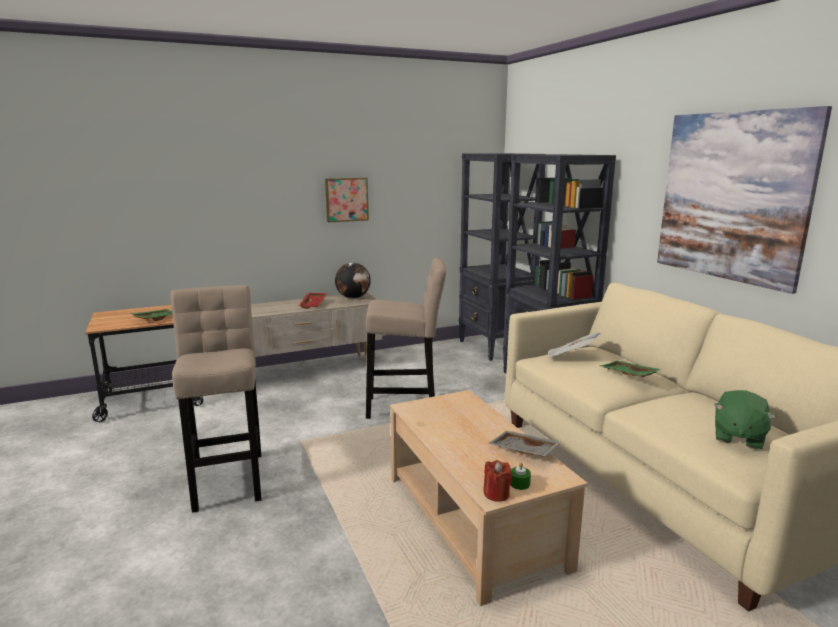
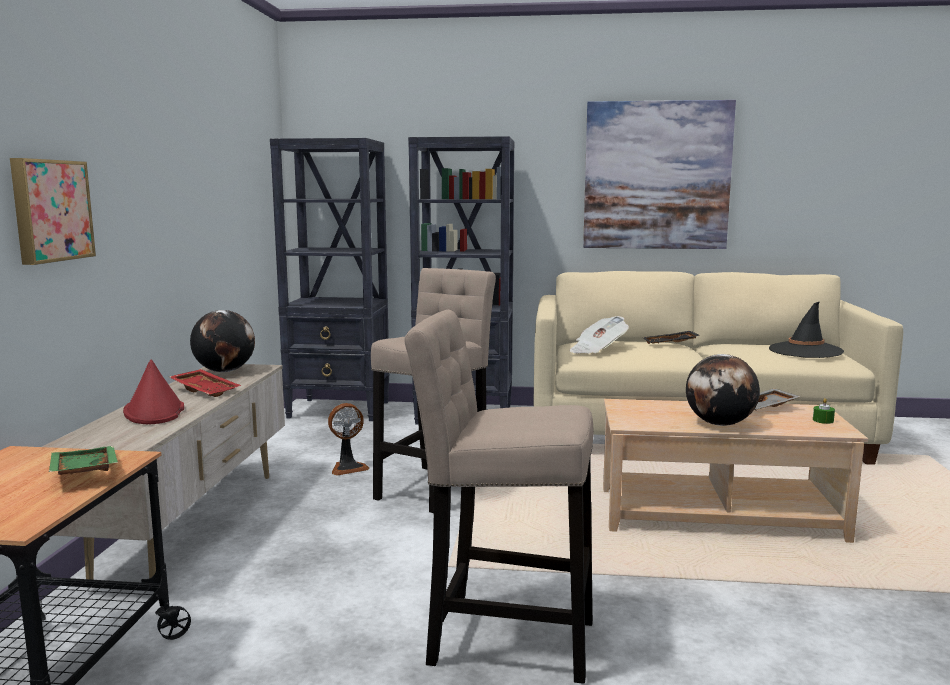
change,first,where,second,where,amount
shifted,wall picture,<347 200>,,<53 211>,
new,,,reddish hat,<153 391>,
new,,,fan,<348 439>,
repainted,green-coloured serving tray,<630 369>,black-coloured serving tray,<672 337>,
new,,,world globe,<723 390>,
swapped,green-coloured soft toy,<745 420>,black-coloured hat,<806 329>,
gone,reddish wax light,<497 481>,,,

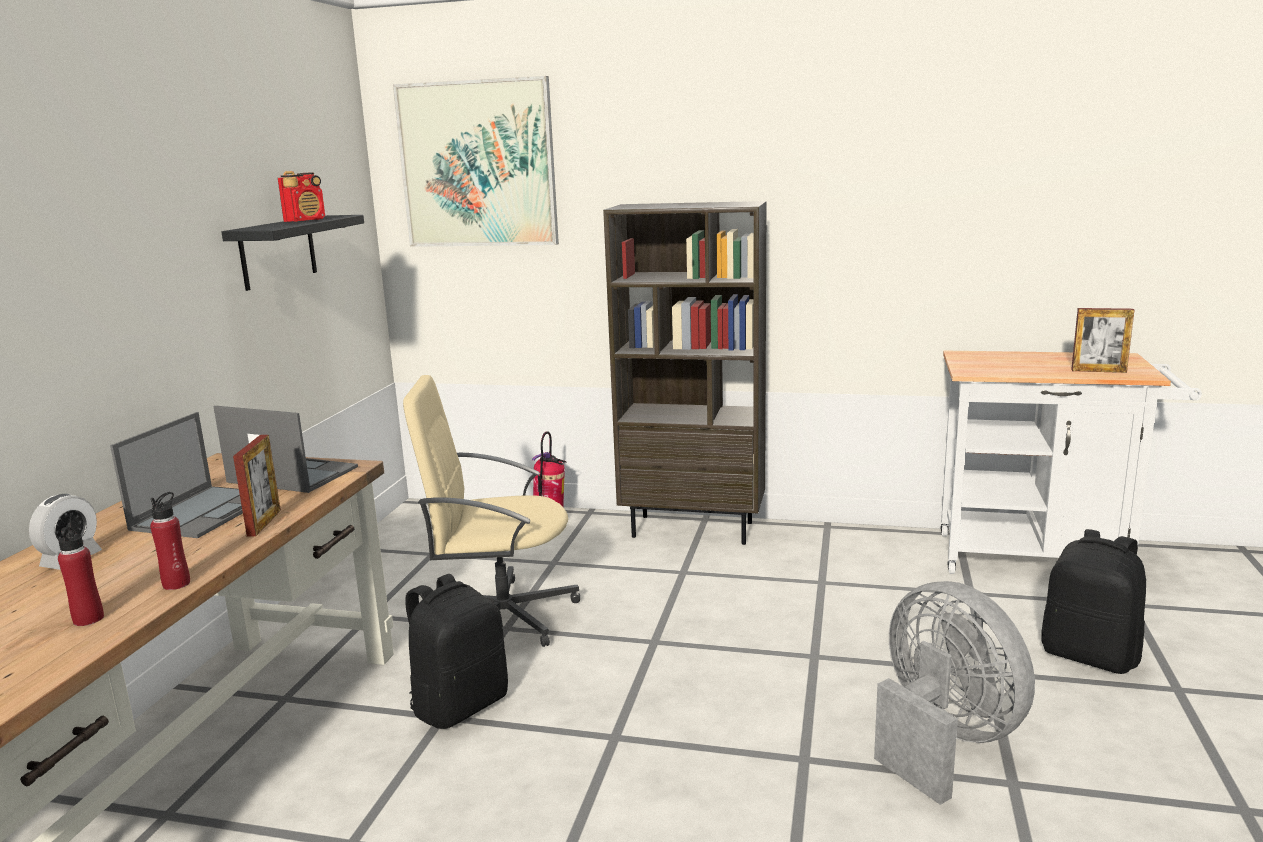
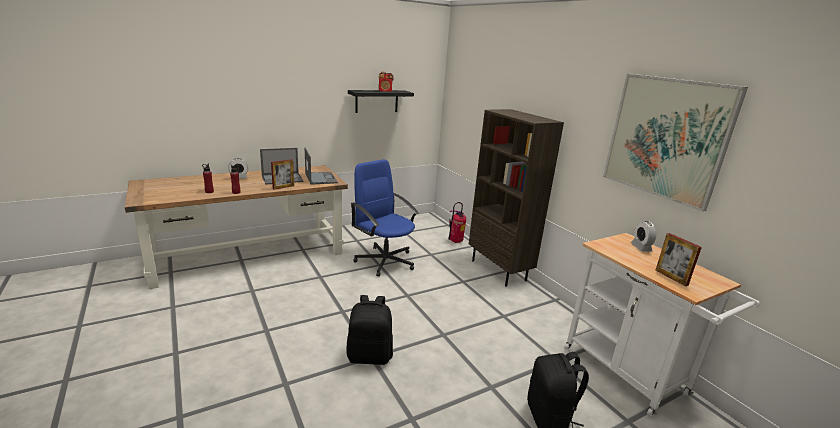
change,first,where,second,where,amount
shifted,black-coloured knapsack,<456 651>,,<369 330>,
repainted,beige-coloured computer chair,<491 511>,blue-coloured computer chair,<384 218>,
shifted,wall picture,<476 161>,,<675 143>,
new,,,table clock,<643 236>,
gone,gray fan,<954 693>,,,

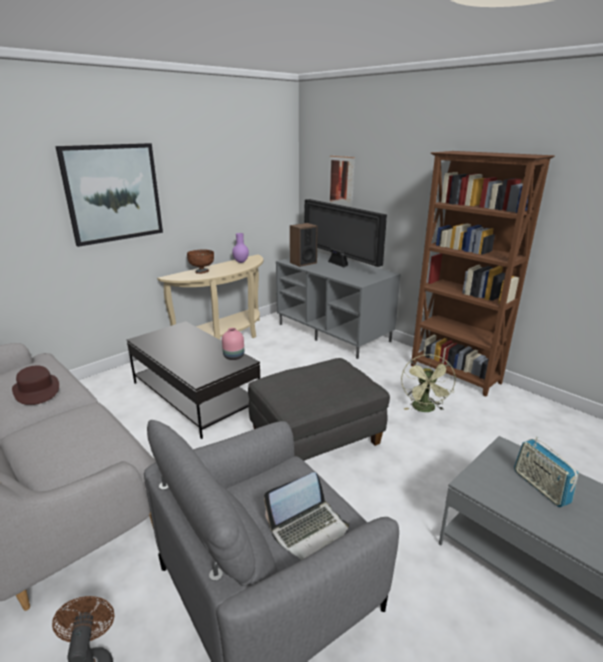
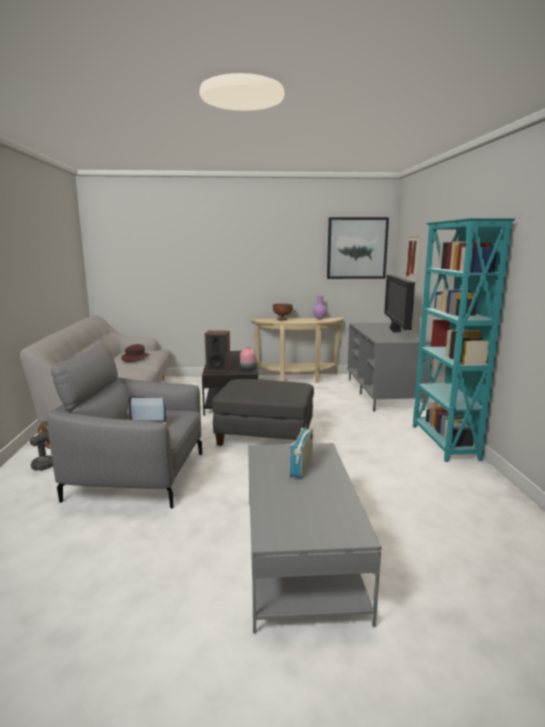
change,first,where,second,where,amount
shifted,speaker,<304 245>,,<217 351>,
shifted,wall picture,<109 195>,,<358 248>,
repainted,brownish bookcase,<483 274>,turquoise-coloured bookcase,<464 340>,
gone,green-coloured fan,<428 383>,,,

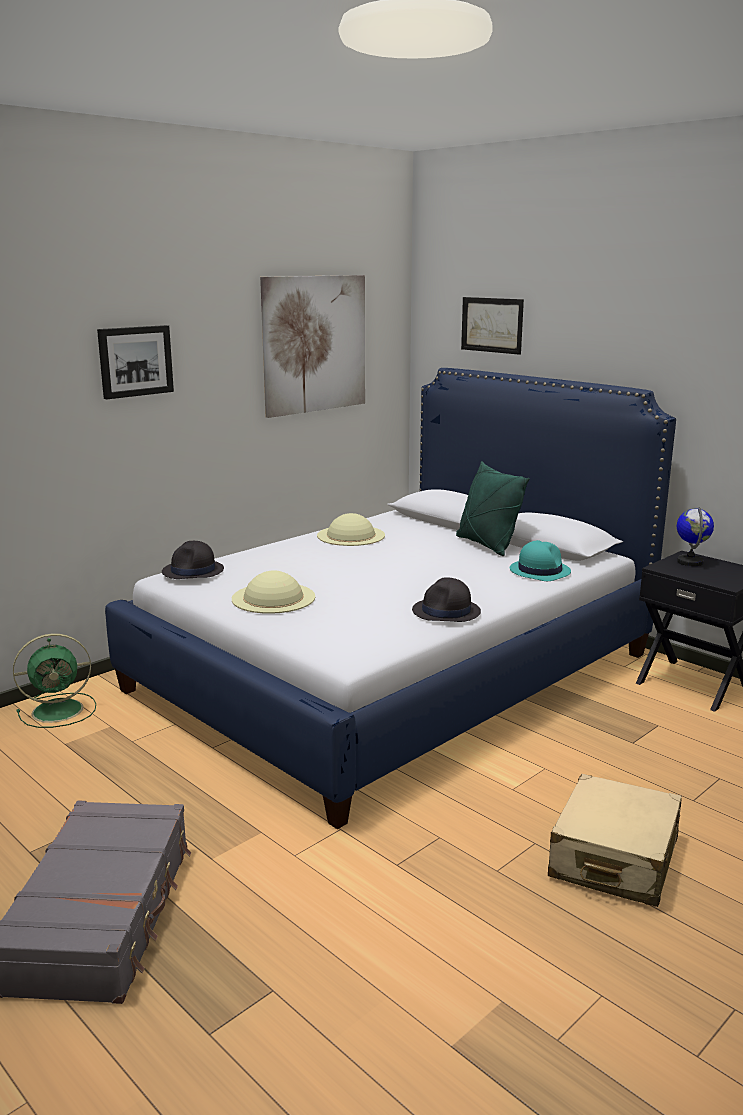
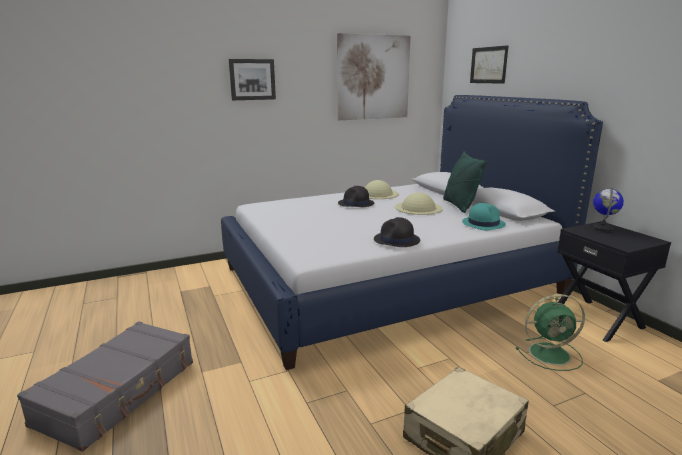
change,first,where,second,where,amount
shifted,black-coloured hat,<193 560>,,<356 196>,
shifted,beige-coloured hat,<273 592>,,<419 203>,
shifted,green-coloured fan,<54 680>,,<550 332>,

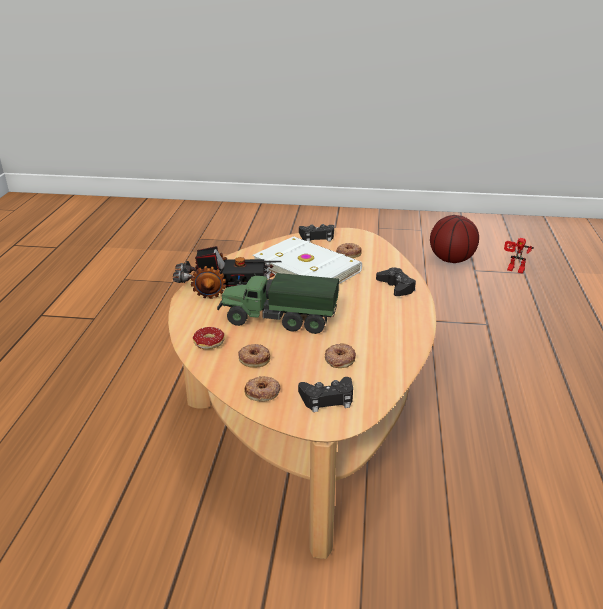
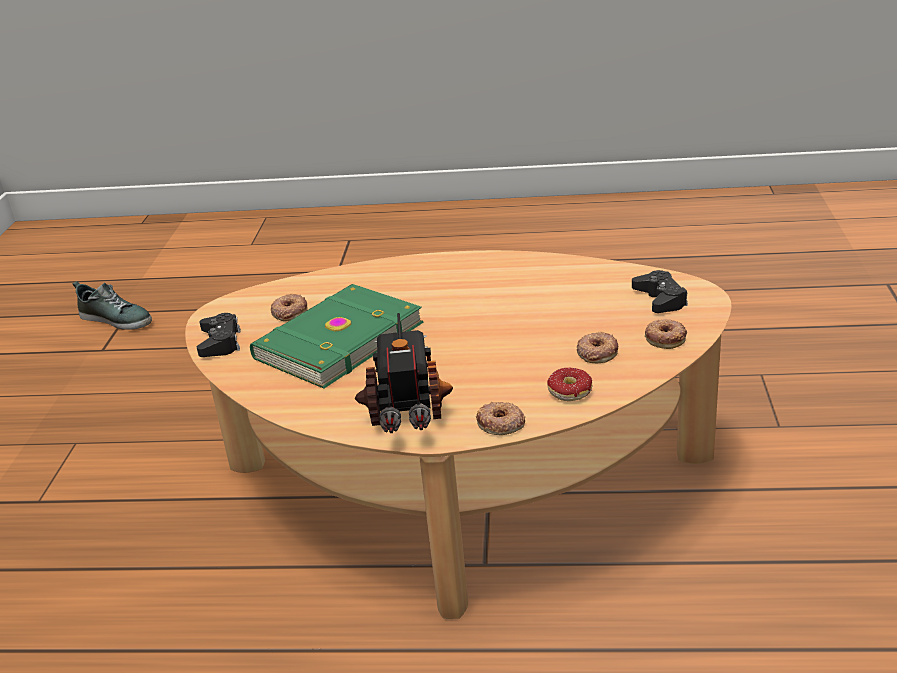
change,first,where,second,where,amount
swapped,toy robot,<519 256>,item of footwear,<112 305>,
repainted,white book,<307 260>,green-coloured book,<337 336>,
shifted,ring doughnut,<340 355>,,<500 418>,
gone,toy lorry,<278 303>,,,
gone,black-coloured gamepad,<396 282>,,,
gone,ball for basketball,<454 239>,,,

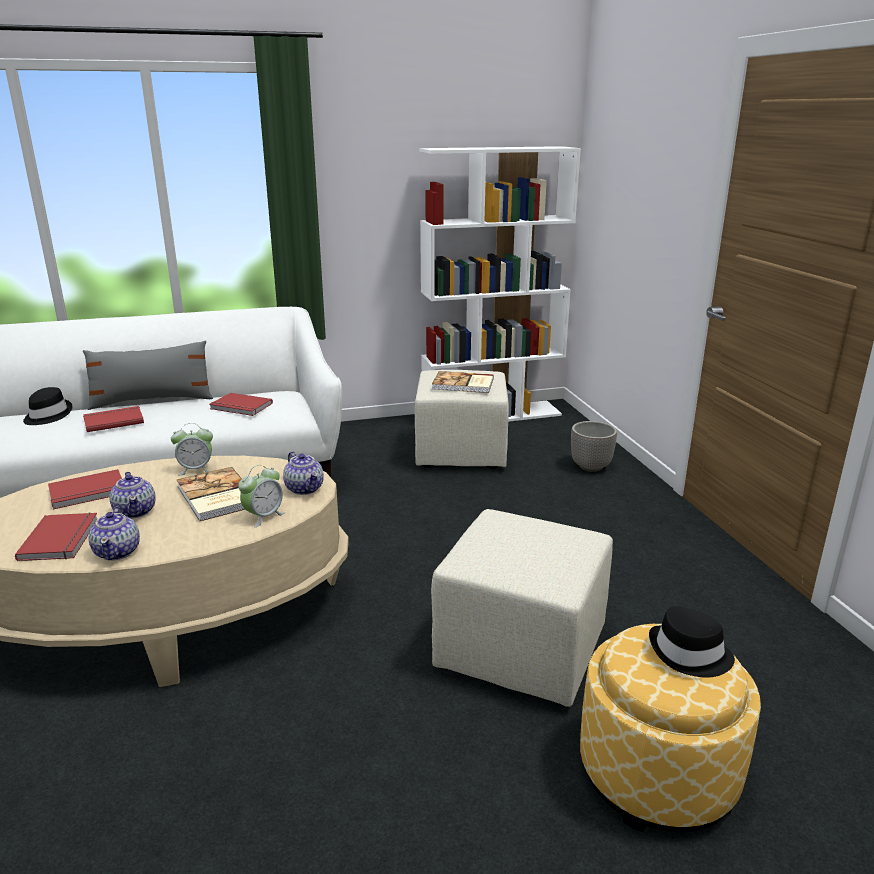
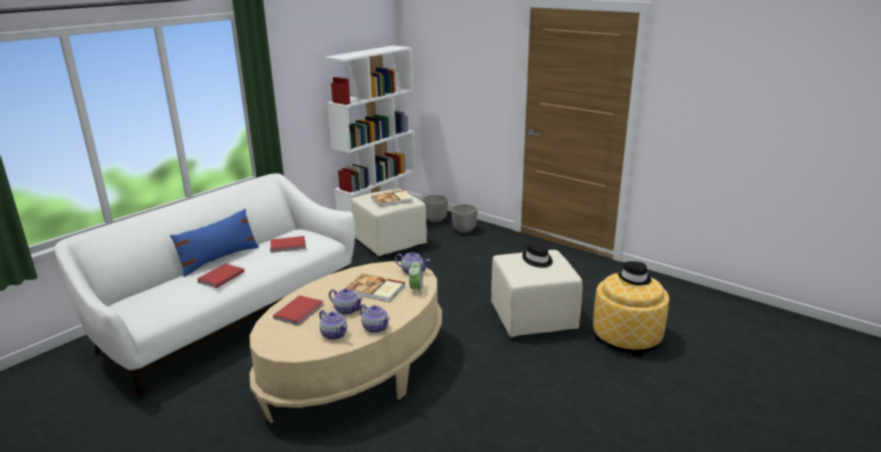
change,first,where,second,where,amount
repainted,gray cushion,<148 375>,blue-coloured cushion,<214 243>,
swapped,reddish book,<56 537>,tea pot,<333 325>,
new,,,flower pot,<435 209>,
shifted,black-coloured hat,<47 406>,,<537 254>,
gone,table clock,<192 449>,,,

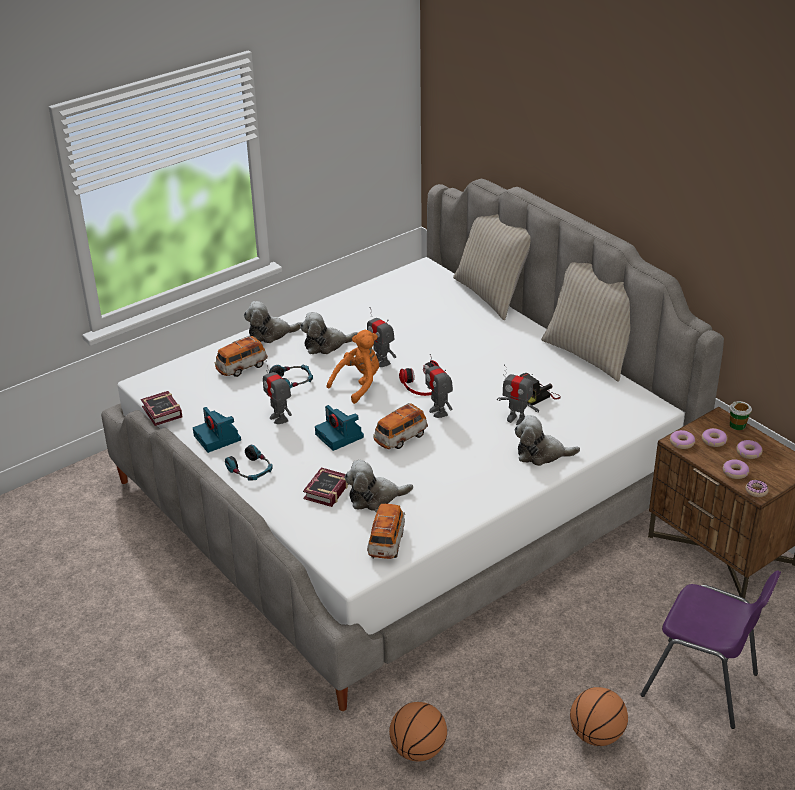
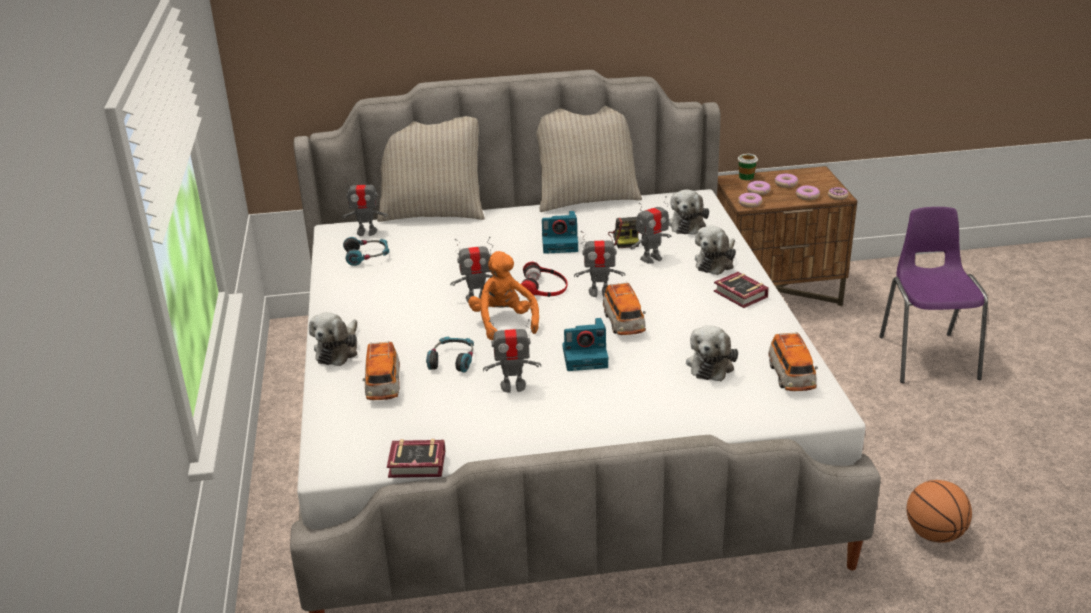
change,first,where,second,where,amount
new,,,toy robot,<365 206>,
shifted,headphones,<249 463>,,<366 251>,
shifted,photo camera,<217 430>,,<560 232>,
shifted,soft toy,<329 333>,,<689 212>,
shifted,book,<326 487>,,<741 290>,
rotated,model car,<386 531>,,<793 361>,135 degrees counterclockwise
rotated,purple-coloured chair,<710 649>,,<933 295>,60 degrees counterclockwise
gone,ball for basketball,<599 716>,,,

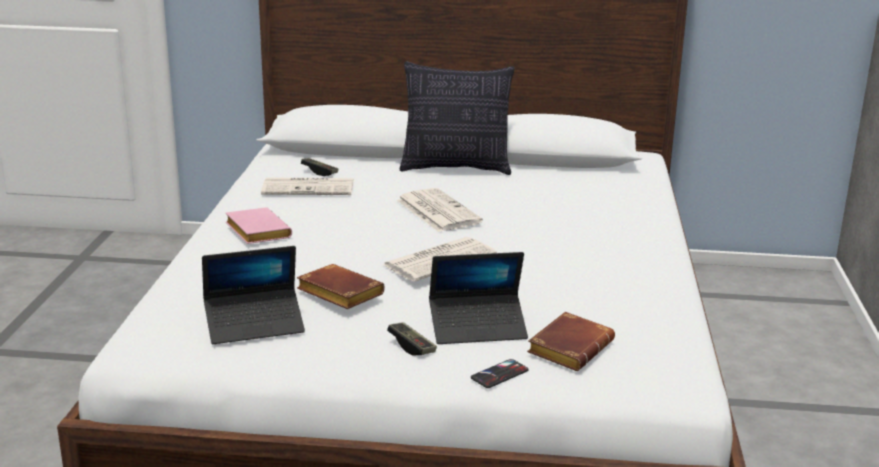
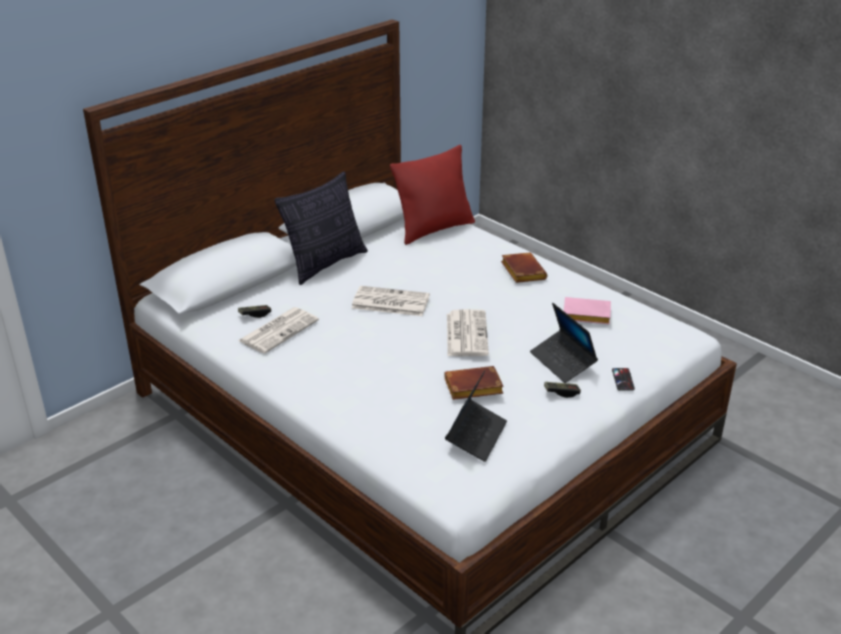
change,first,where,second,where,amount
new,,,reddish cushion,<432 195>,
shifted,brownish book,<571 341>,,<524 268>,
rotated,portable computer,<478 298>,,<564 343>,120 degrees clockwise
shifted,pink book,<259 225>,,<587 311>,

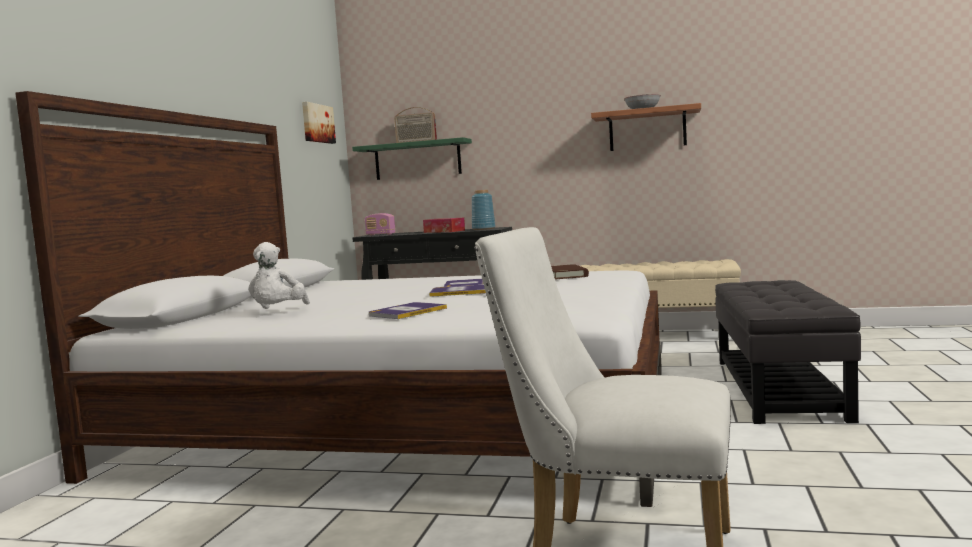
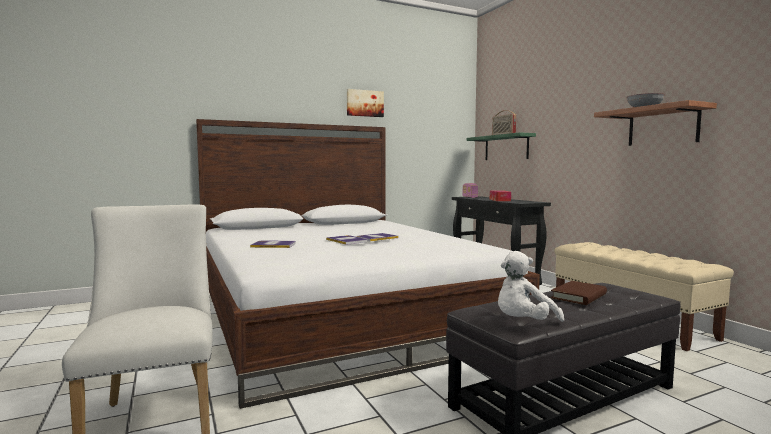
change,first,where,second,where,amount
shifted,wall picture,<319 123>,,<365 103>,
shifted,white soft toy,<279 275>,,<531 286>,
shifted,brownish book,<570 271>,,<579 293>,
gone,blue-coloured decorative vase,<484 210>,,,

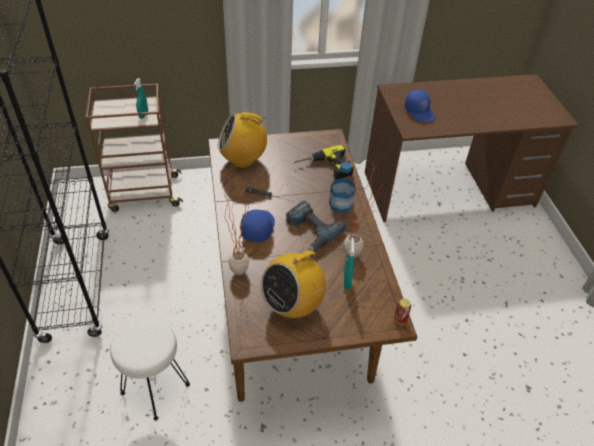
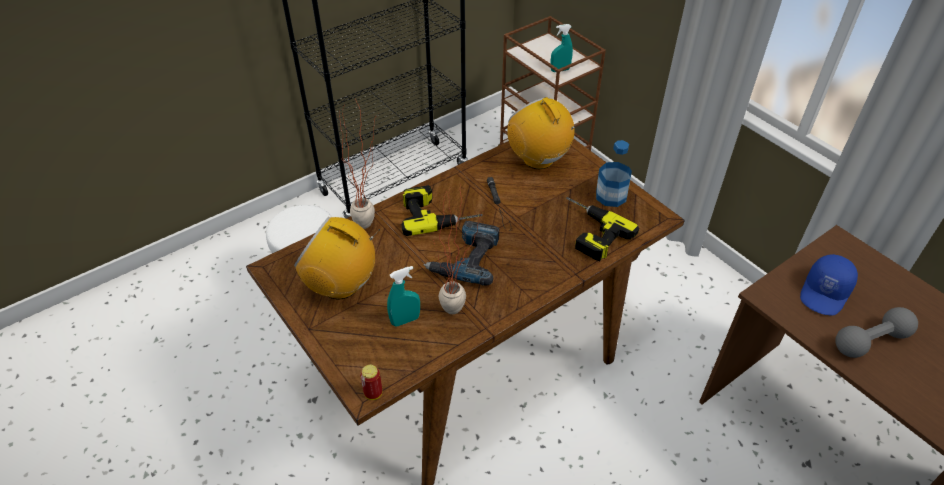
change,first,where,second,where,amount
swapped,blue-coloured cap,<257 226>,power drill,<442 210>,
shifted,bottle,<342 187>,,<614 173>,
new,,,gray hand weight,<876 332>,

